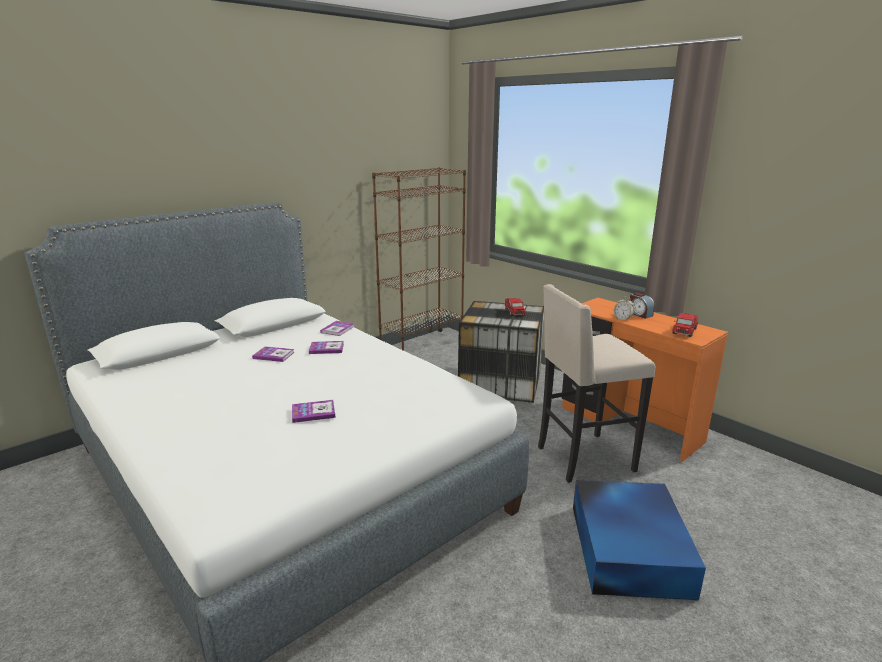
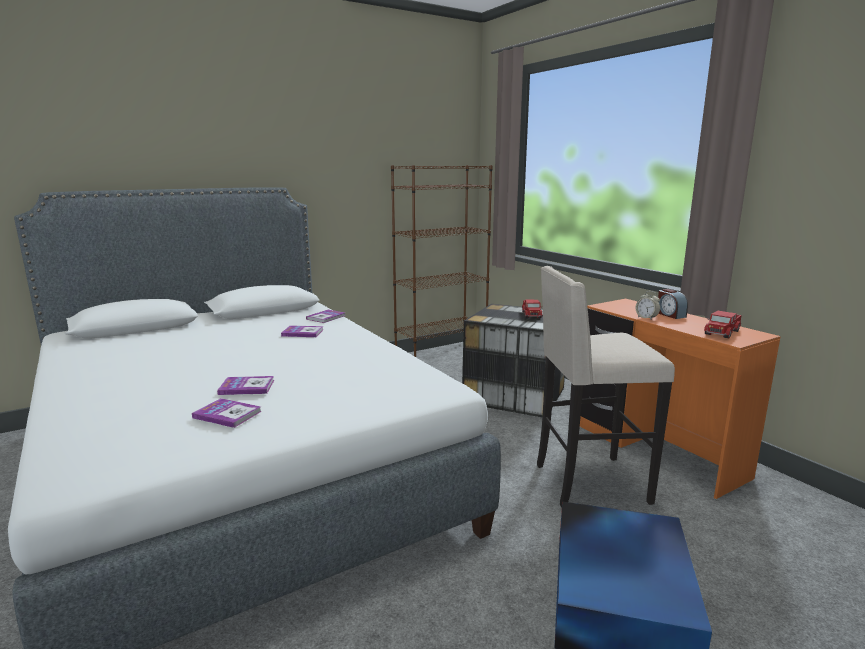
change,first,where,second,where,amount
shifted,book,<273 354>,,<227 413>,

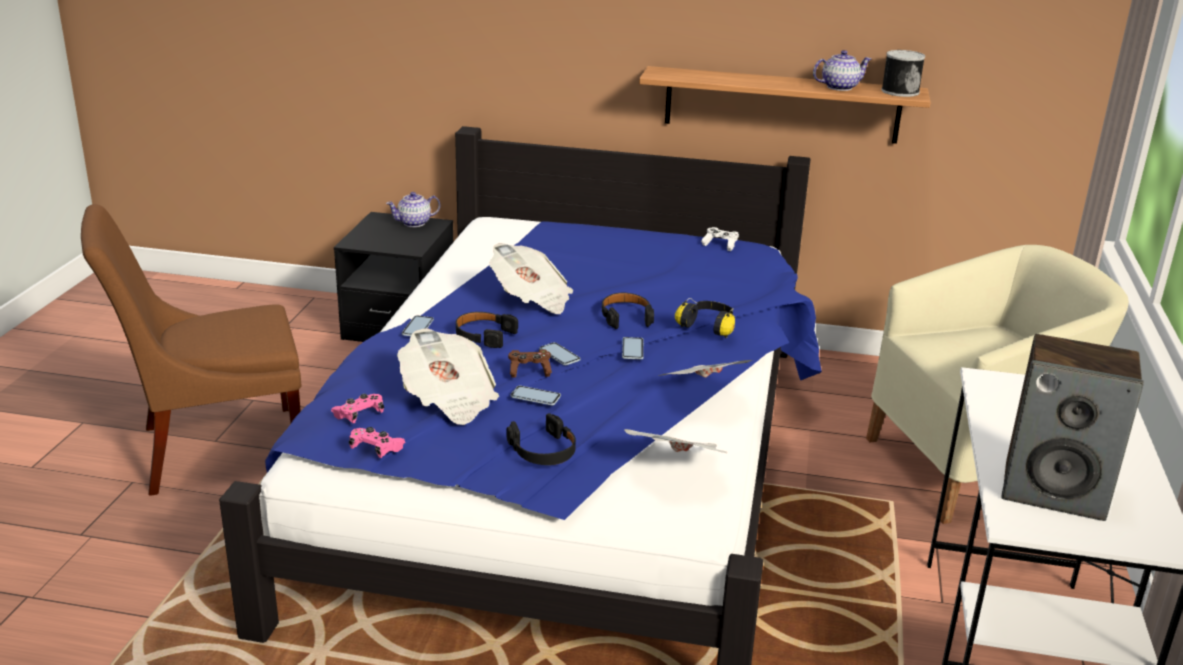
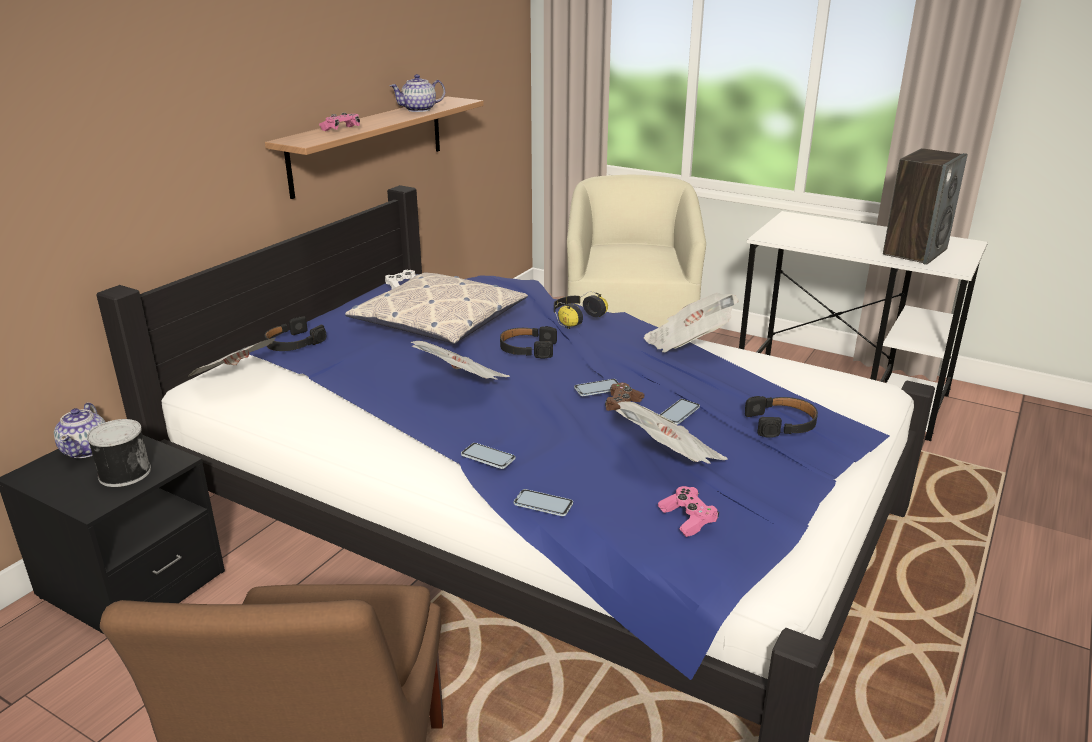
change,first,where,second,where,amount
shifted,can,<903 73>,,<119 453>,
shifted,daily paper,<676 441>,,<232 357>,
shifted,black-coloured headphones,<487 330>,,<295 333>,
shifted,pink gamepad,<377 442>,,<339 122>,
new,,,cushion,<436 308>,
rotated,tea pot,<842 70>,,<417 93>,120 degrees counterclockwise
shifted,handset,<633 348>,,<543 502>,

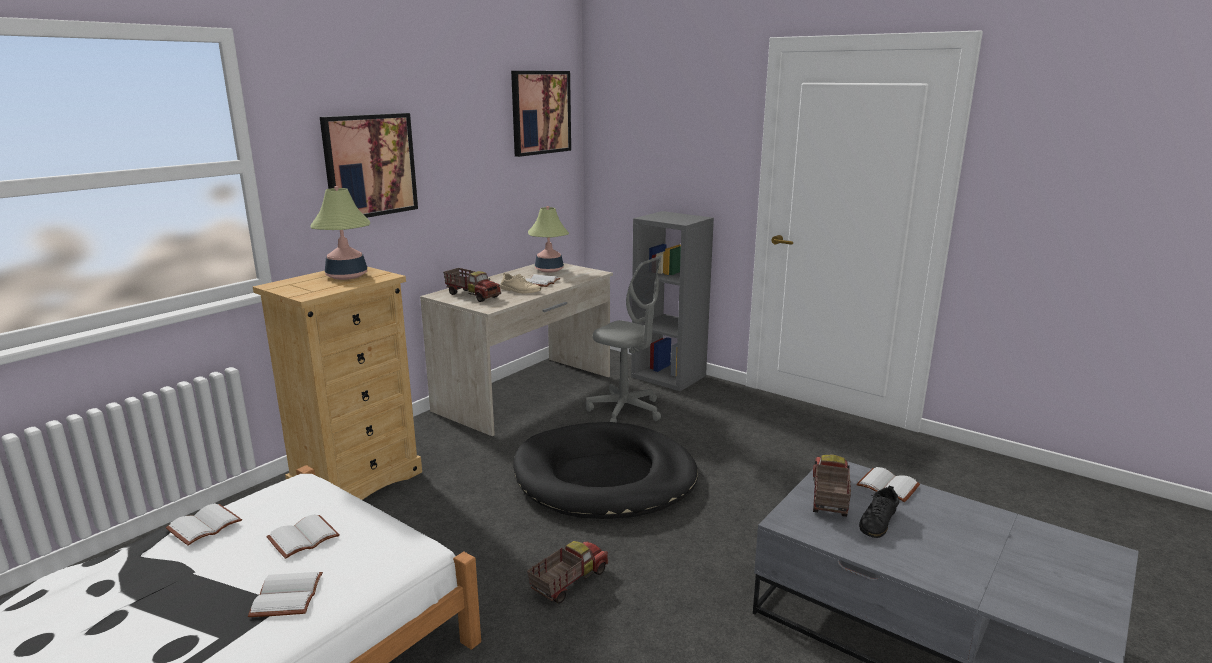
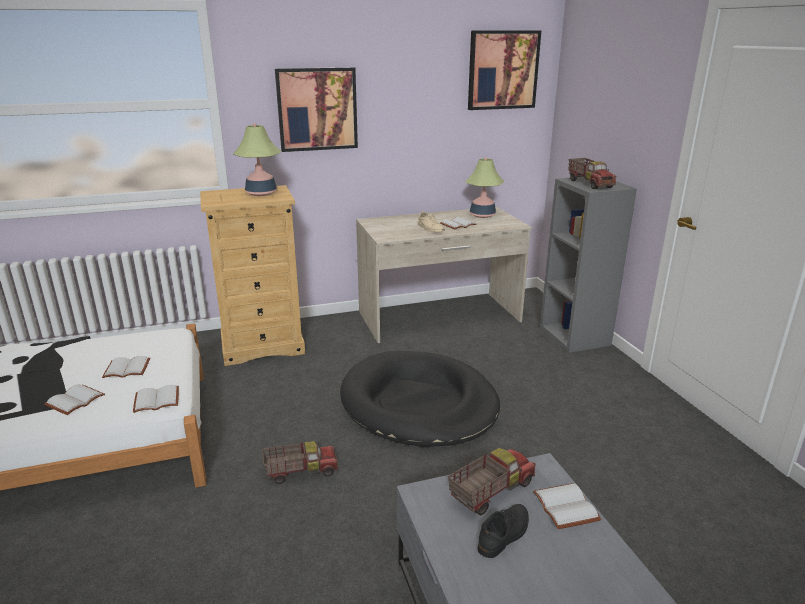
change,first,where,second,where,amount
shifted,white book,<204 524>,,<156 399>,
rotated,black-coloured item of footwear,<879 512>,,<503 531>,150 degrees clockwise
shifted,toy lorry,<472 285>,,<592 173>,
gone,gray computer chair,<624 339>,,,

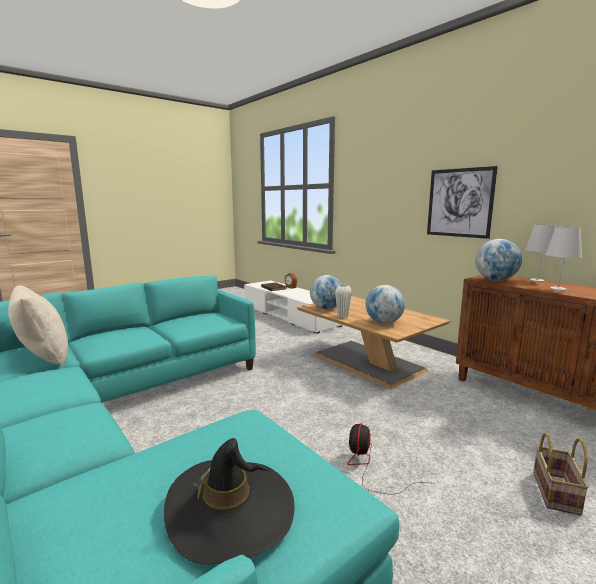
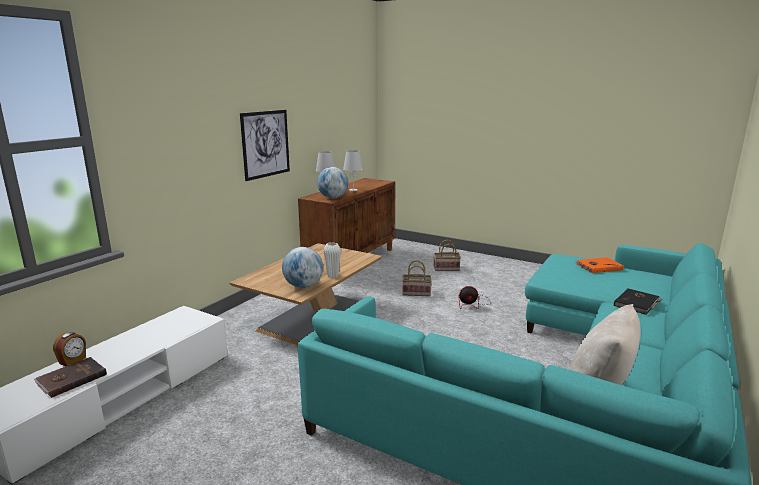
change,first,where,second,where,amount
new,,,basket,<416 278>,
swapped,black-coloured hat,<229 501>,orange book,<599 265>,
new,,,black-coloured book,<637 301>,
gone,world globe,<385 304>,,,

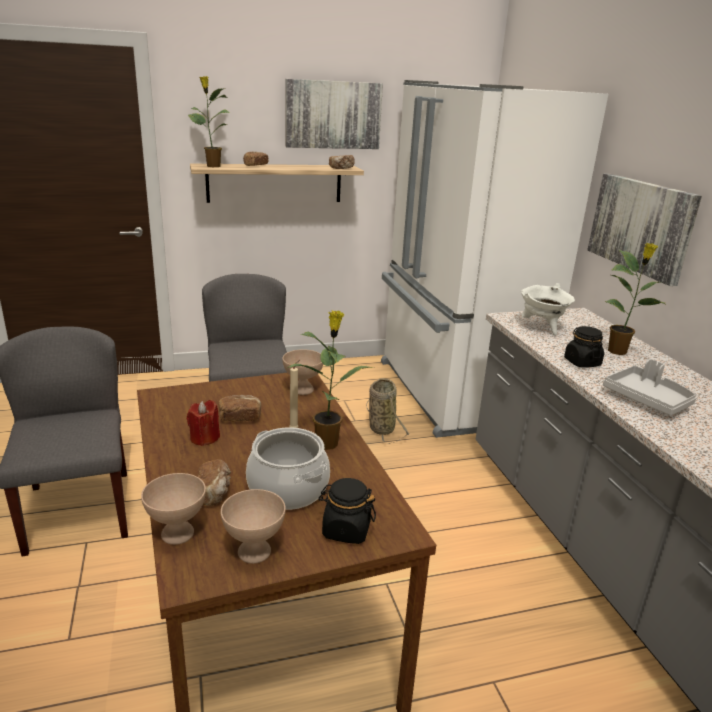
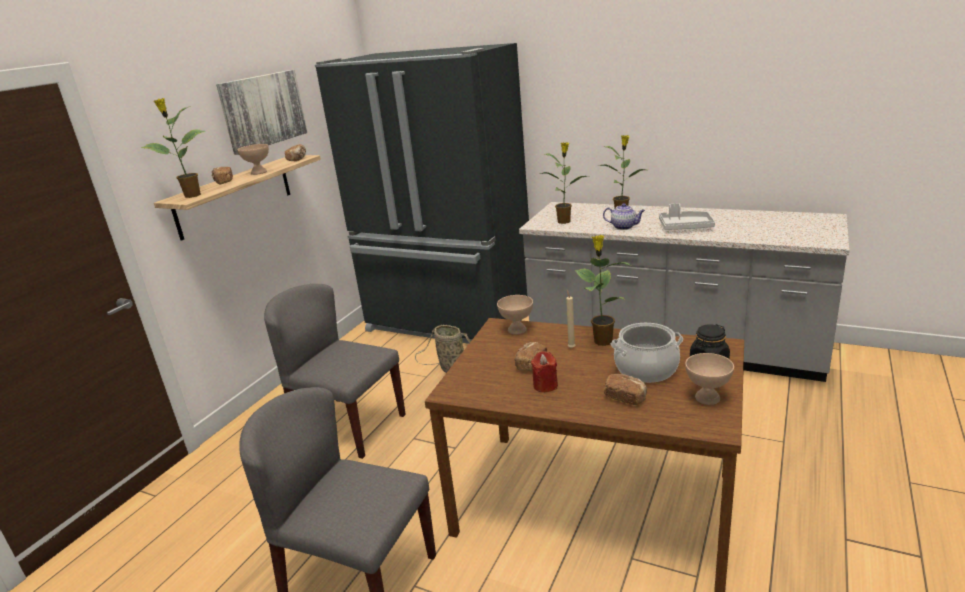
change,first,where,second,where,amount
shifted,beige-coloured bowl,<173 509>,,<253 159>,
repainted,white fridge,<494 259>,black-coloured fridge,<422 193>,
swapped,white saucepot,<548 309>,houseplant,<565 183>,
swapped,black-coloured storage jar,<584 346>,tea pot,<624 216>,
gone,wall picture,<644 229>,,,

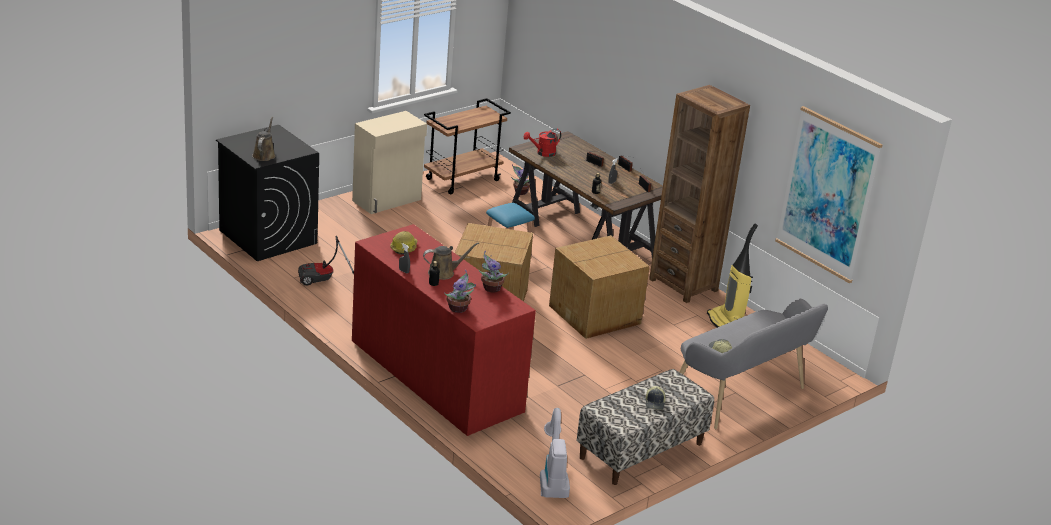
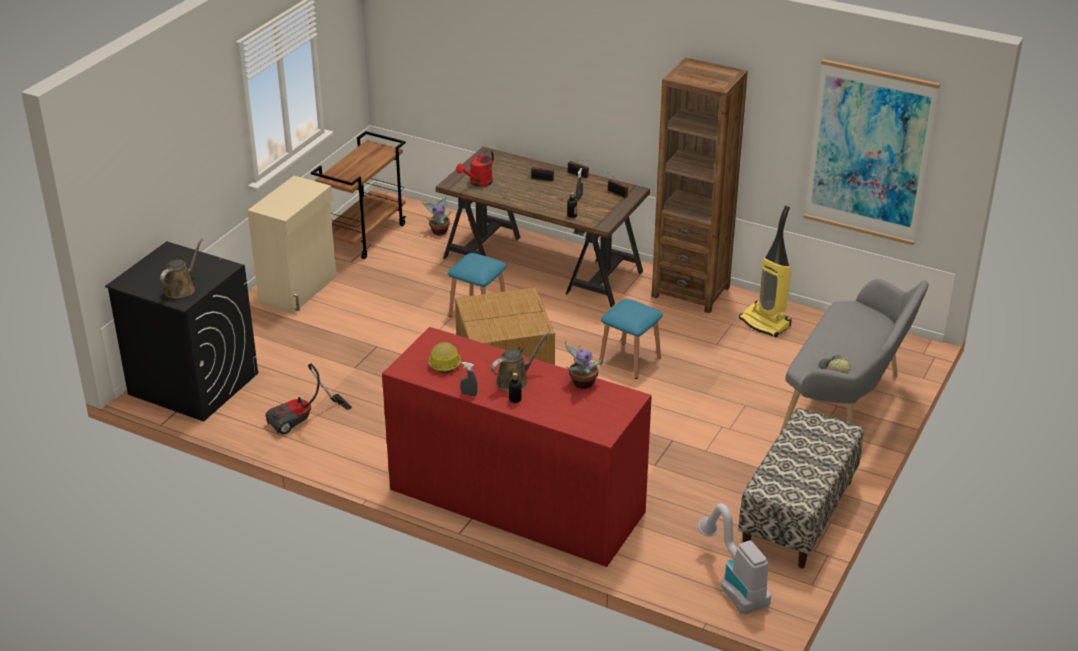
change,first,where,second,where,amount
rotated,brownish watering pot,<263 139>,,<181 269>,45 degrees clockwise
swapped,carton,<599 287>,blue-coloured sitting stool,<631 339>,
gone,houseplant,<460 291>,,,
gone,cap,<655 398>,,,

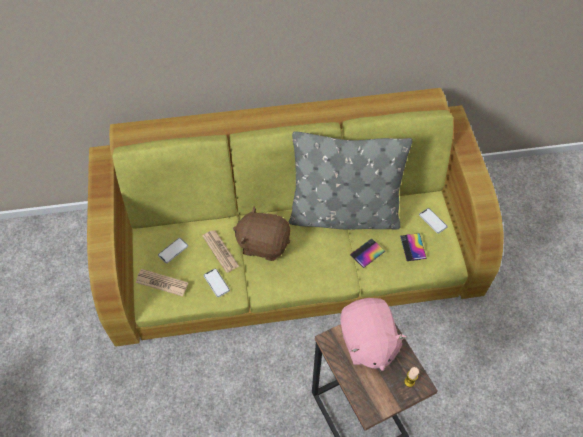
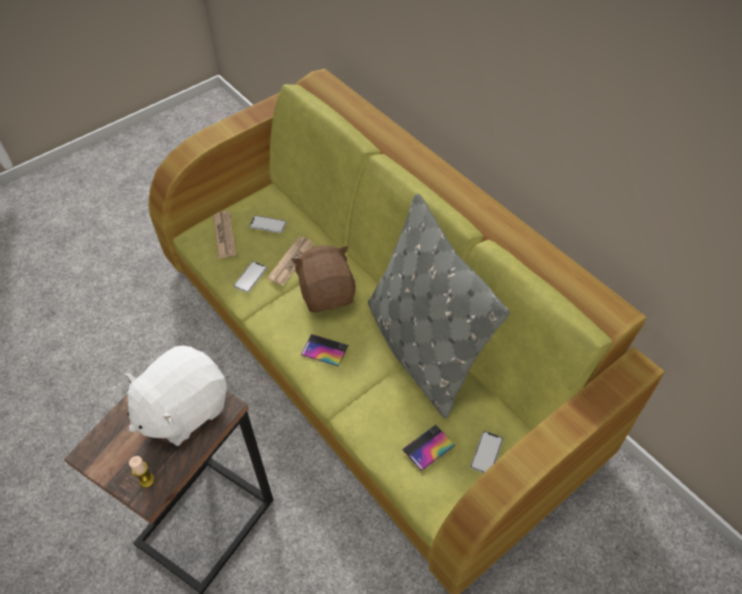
change,first,where,second,where,amount
repainted,pink soft toy,<373 334>,white soft toy,<175 395>,
shifted,handset,<367 253>,,<324 350>,

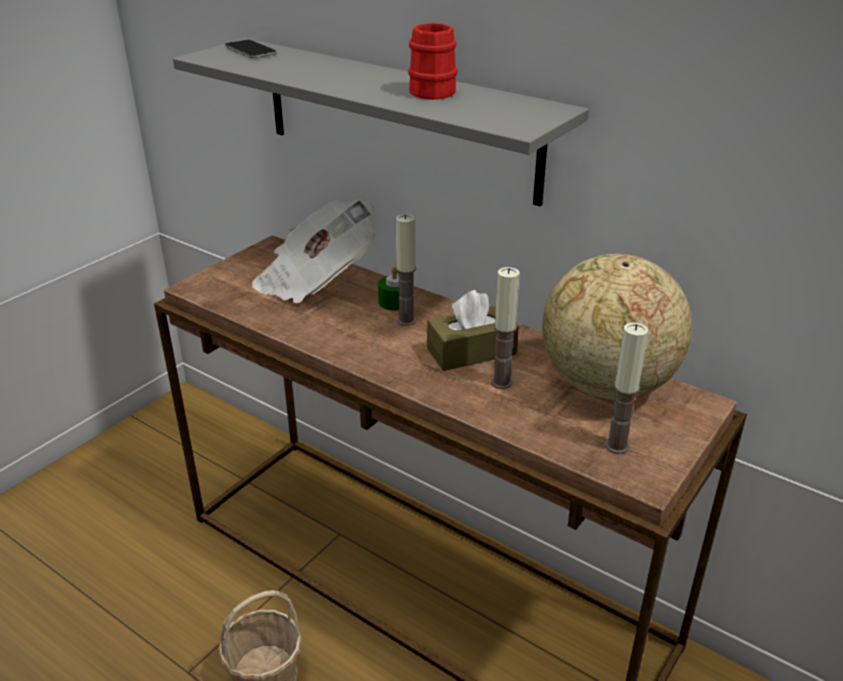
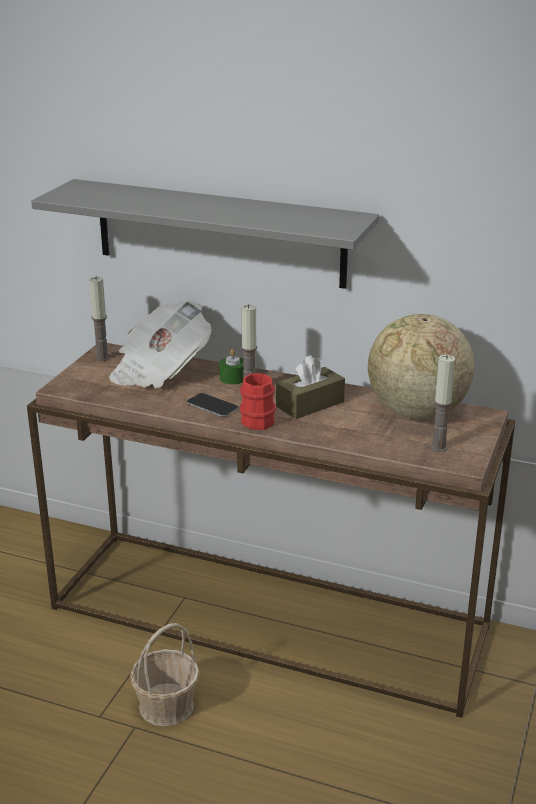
change,first,where,second,where,amount
shifted,wax light,<505 328>,,<99 319>,
shifted,handset,<251 49>,,<212 405>,
shifted,reddish mug,<433 61>,,<258 401>,

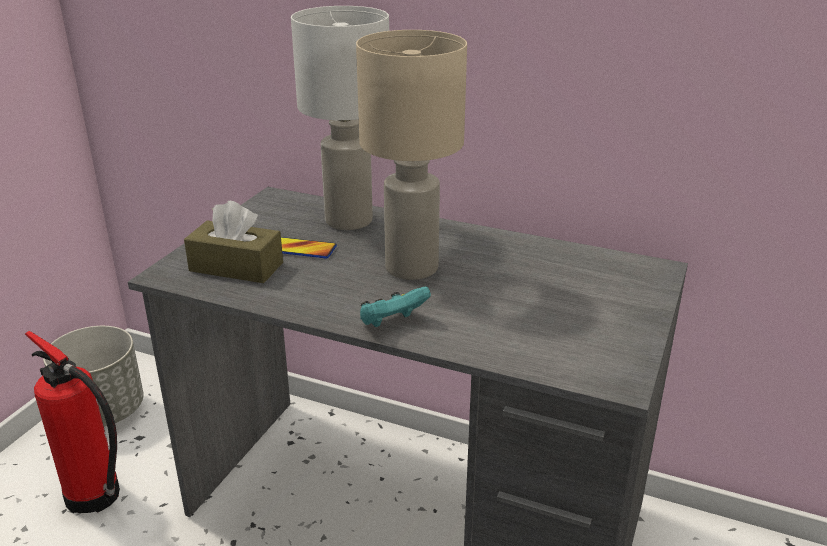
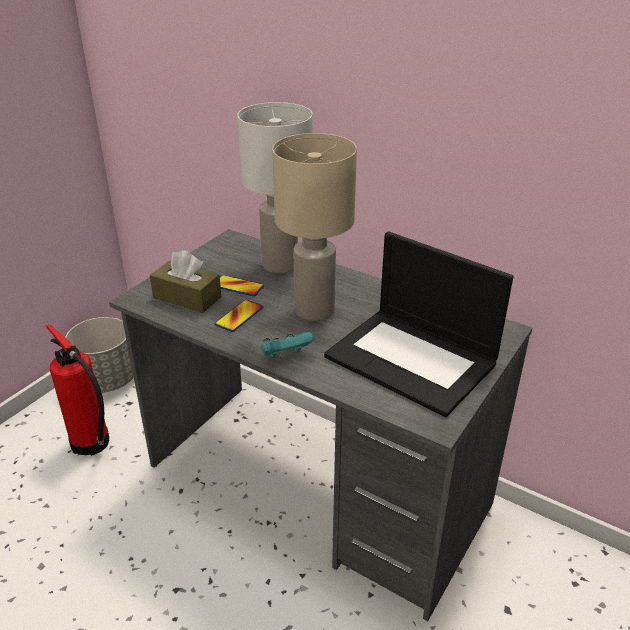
change,first,where,second,where,amount
new,,,handset,<239 316>,
new,,,portable computer,<419 324>,

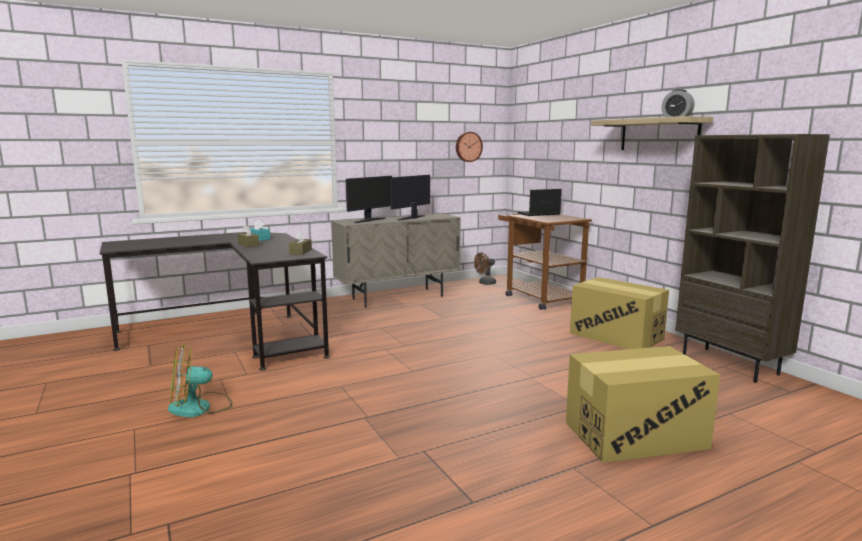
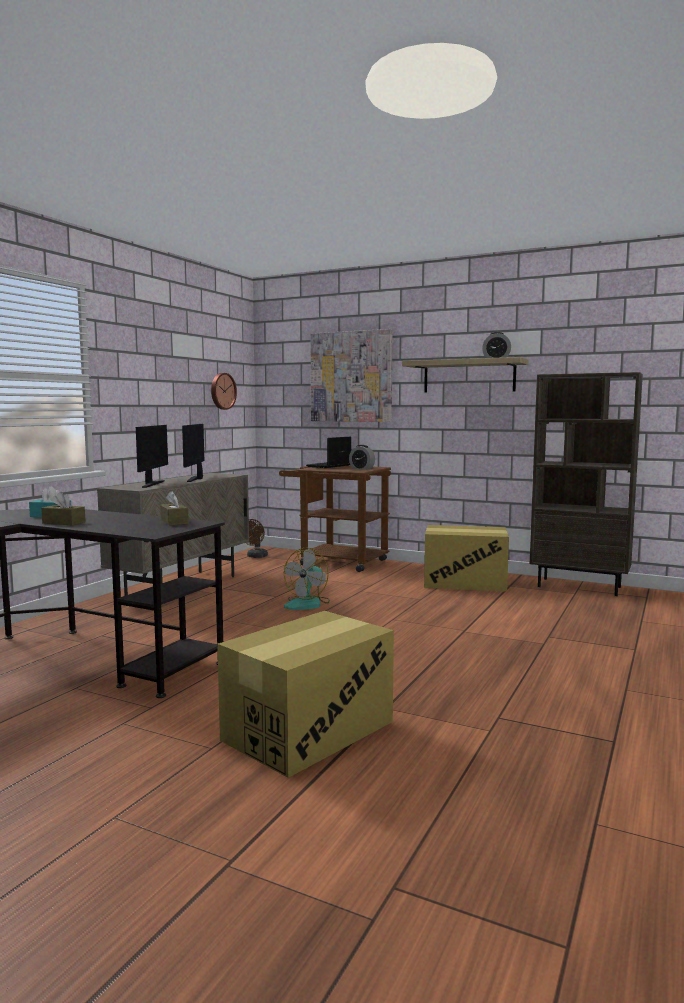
change,first,where,second,where,amount
shifted,carton,<643 404>,,<305 694>,
shifted,fan,<200 380>,,<307 578>,
new,,,wall picture,<351 375>,
new,,,table clock,<362 457>,

